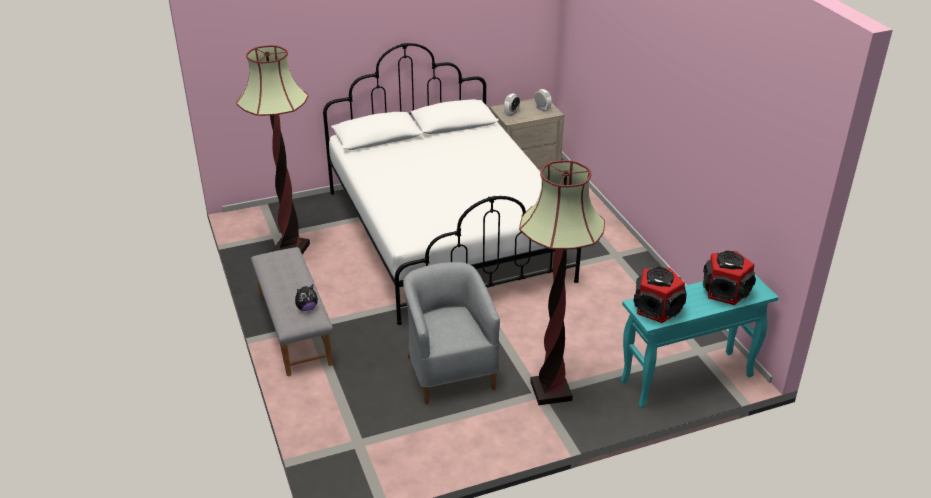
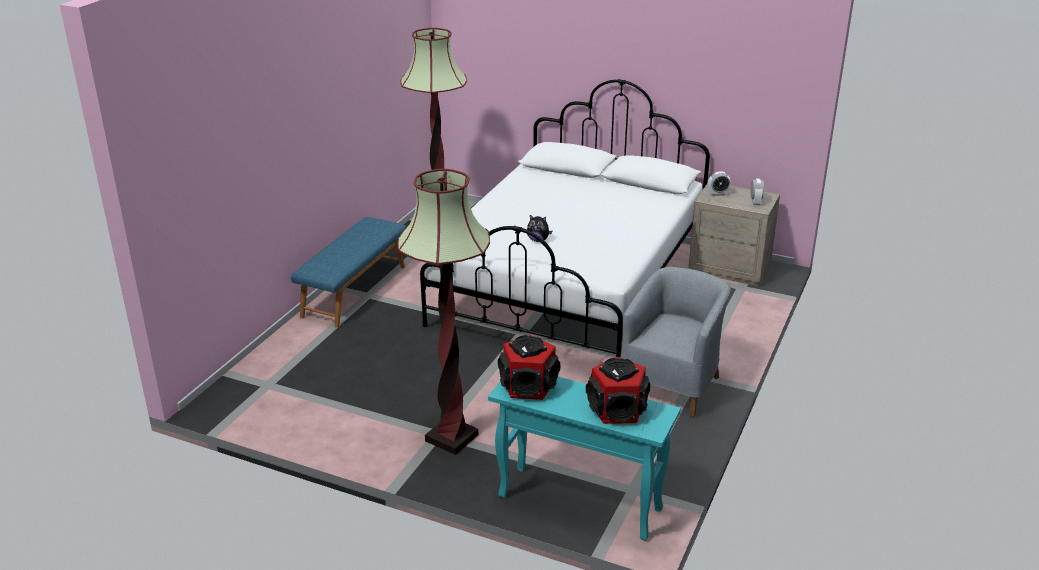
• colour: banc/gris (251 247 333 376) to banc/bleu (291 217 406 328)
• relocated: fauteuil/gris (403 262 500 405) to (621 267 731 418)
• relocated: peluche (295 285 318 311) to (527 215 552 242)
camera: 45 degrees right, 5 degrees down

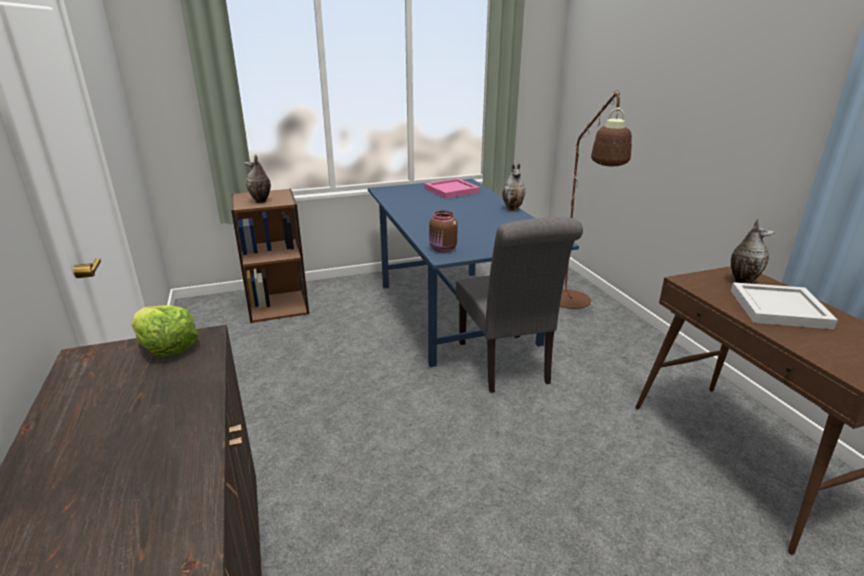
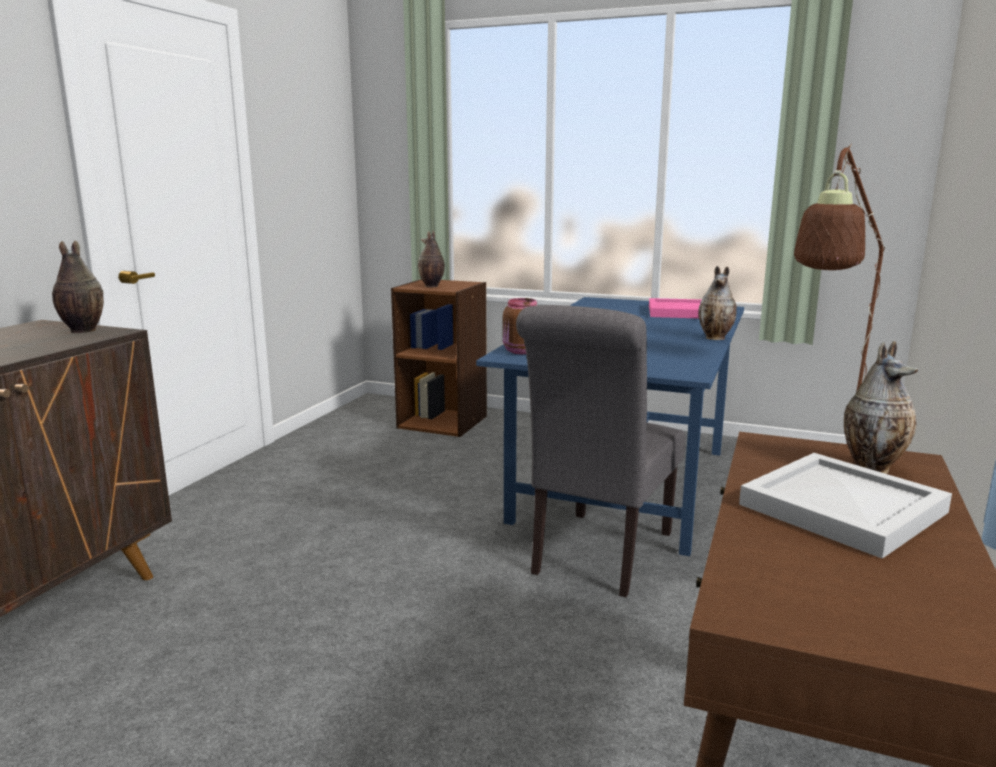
• exchanged: laitue (132 305 199 357) to vase (52 240 104 333)
camera: 40 degrees right, 10 degrees down

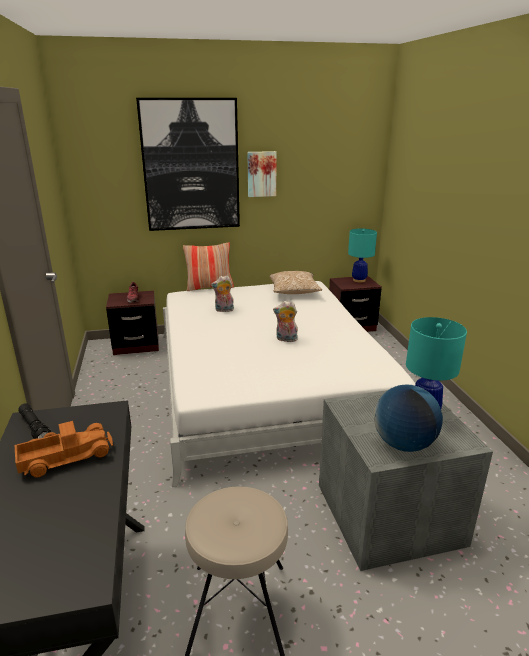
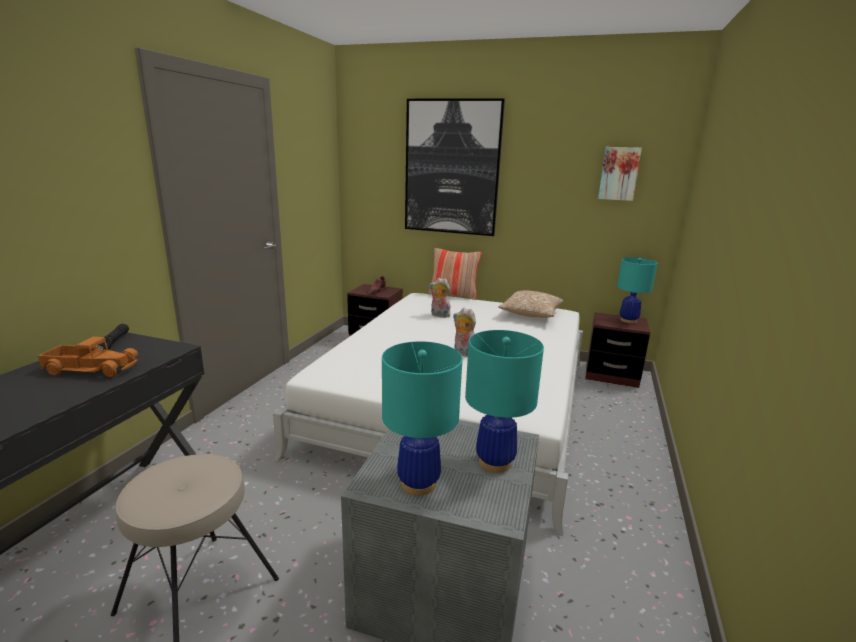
• relocated: tableau (247 151 277 197) to (598 147 642 201)
• exchanged: globe (374 385 443 452) to lampe de table/turquoise (382 341 462 496)
camera: 30 degrees right, 5 degrees down

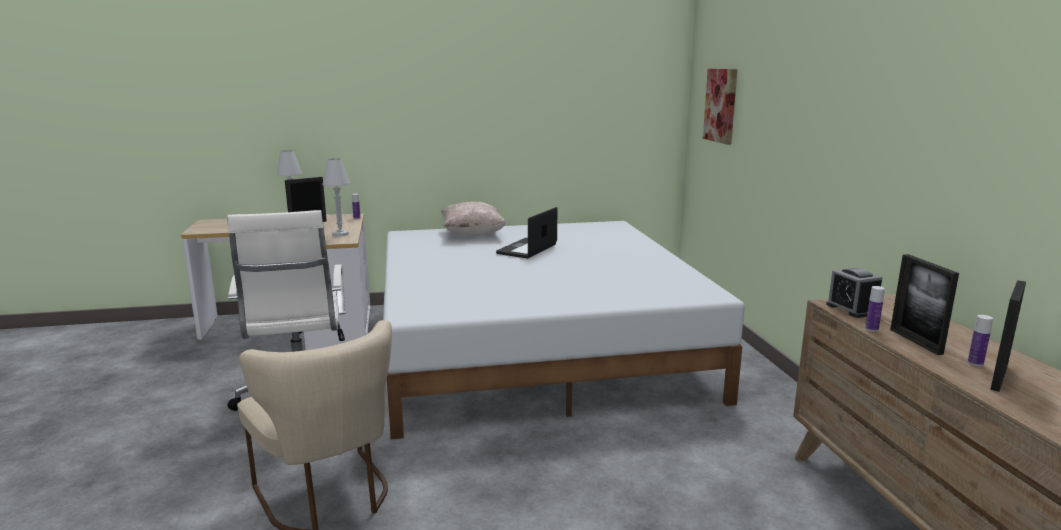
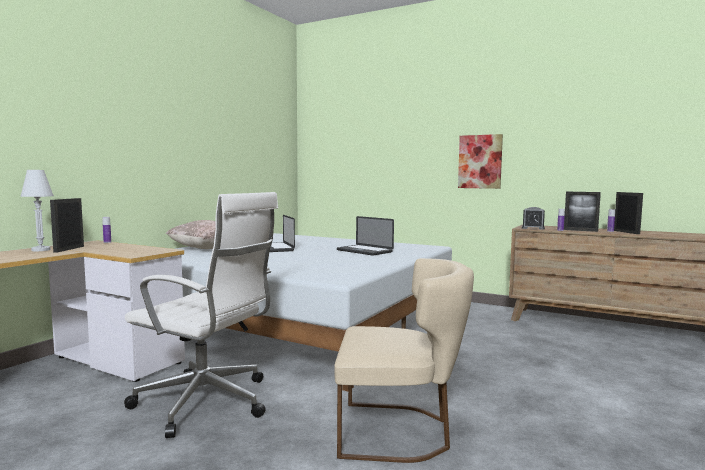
• relocated: tableau (703 69 738 145) to (458 134 503 189)
• missing: lampe de table/blanc (322 158 350 237)
• appeared: ordinateur portable (337 216 394 256)
camera: 50 degrees left, 10 degrees down

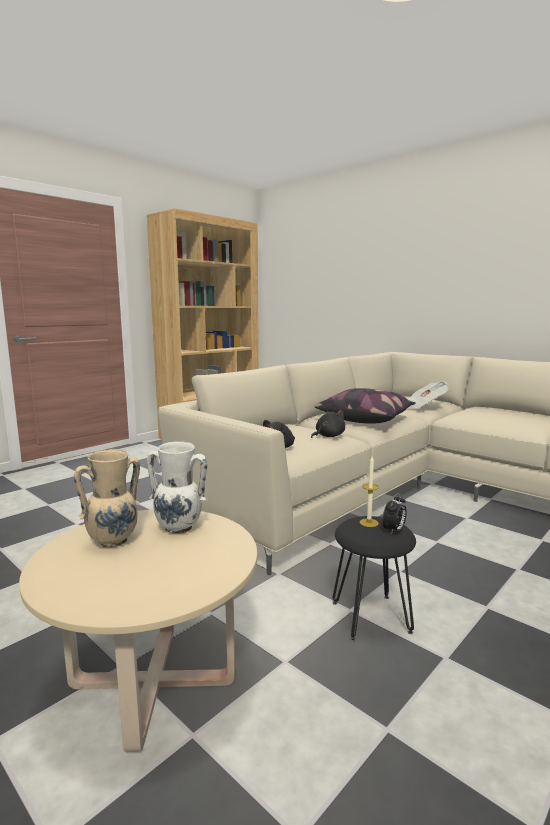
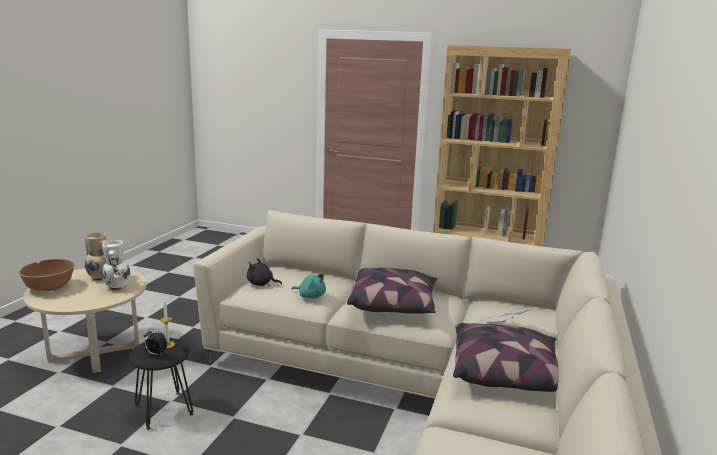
• colour: peluche/noir (311 408 345 438) to peluche/turquoise (291 273 326 299)
• appeared: bol/marron (19 259 74 291)
• appeared: coussin (453 323 559 392)
camera: 65 degrees right, 5 degrees up

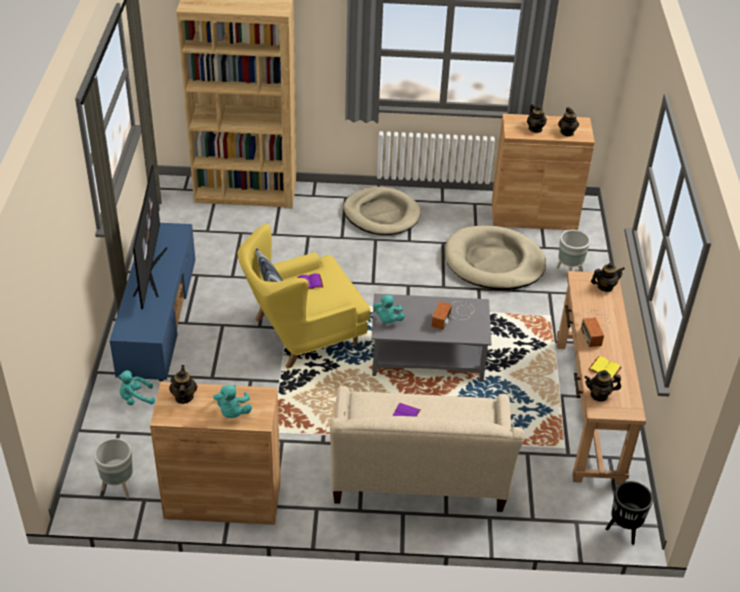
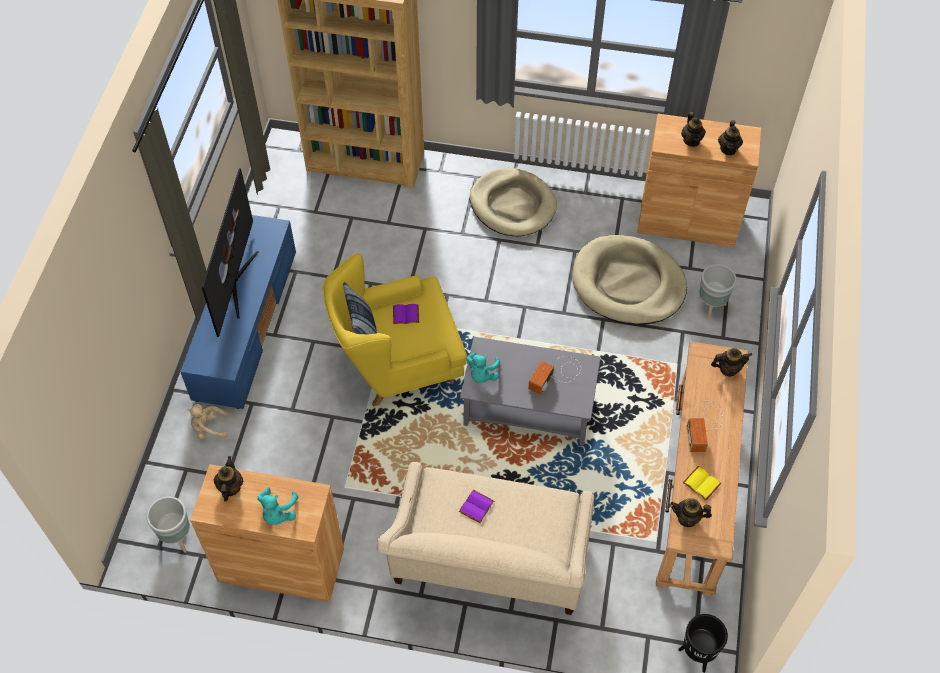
• colour: peluche/turquoise (117 370 155 405) to peluche/beige (188 404 228 439)
camera: 10 degrees right, 15 degrees up

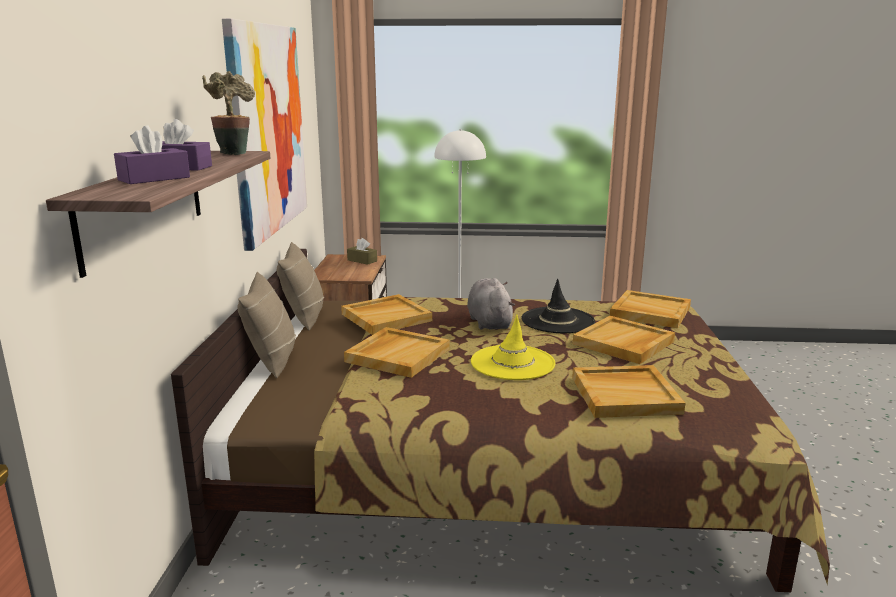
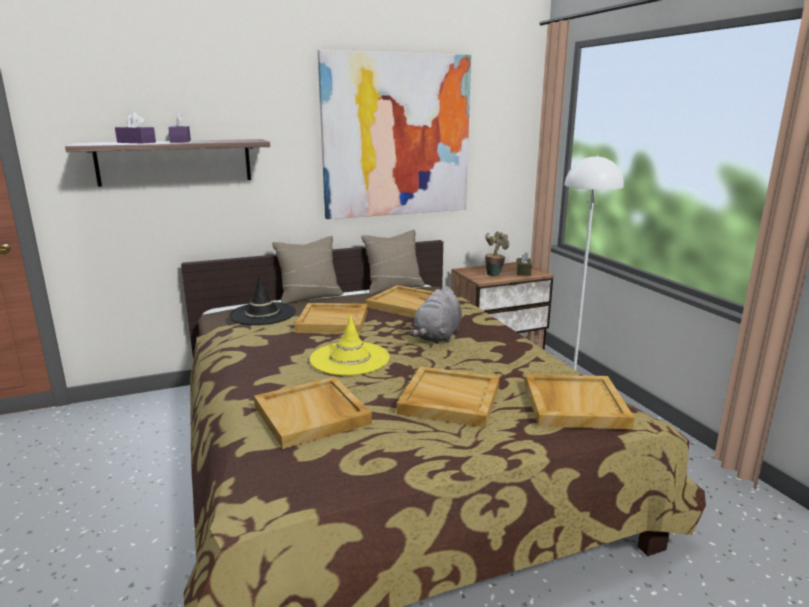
• relocated: plante en pot (202 71 255 155) to (485 231 510 276)
• spun: peluche/gris (467 278 515 330) = (408 286 462 343) 150 degrees clockwise
• relocated: chapeau/noir (522 279 595 333) to (229 276 296 325)
camera: 65 degrees right, 0 degrees up

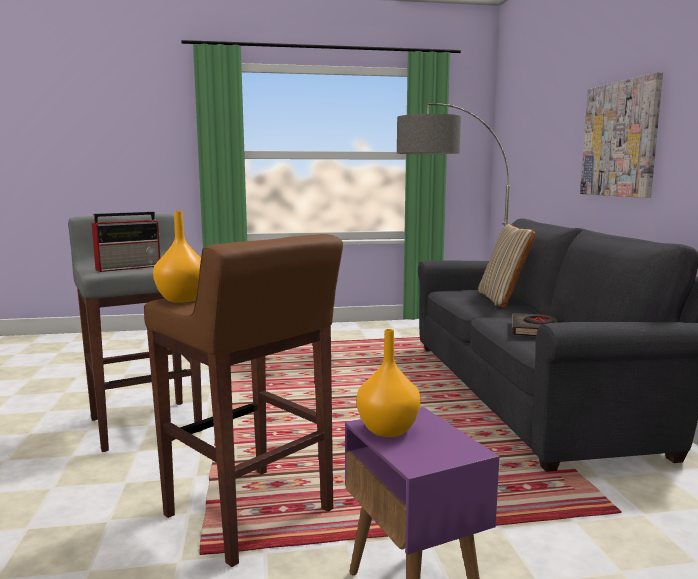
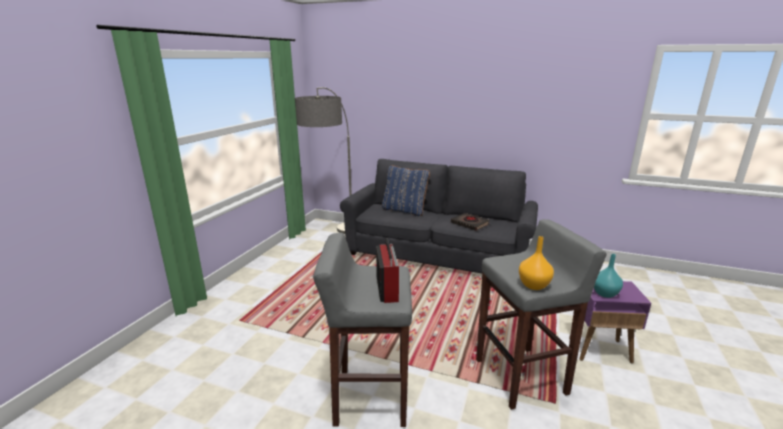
• missing: tableau (580 72 663 198)
• colour: coussin/beige (478 224 536 308) to coussin/bleu (382 165 430 216)
• colour: tabouret/marron (144 234 343 567) to tabouret/gris (476 219 606 410)
• colour: vase/orange (356 329 421 437) to vase/turquoise (594 254 623 298)
camera: 60 degrees left, 10 degrees up

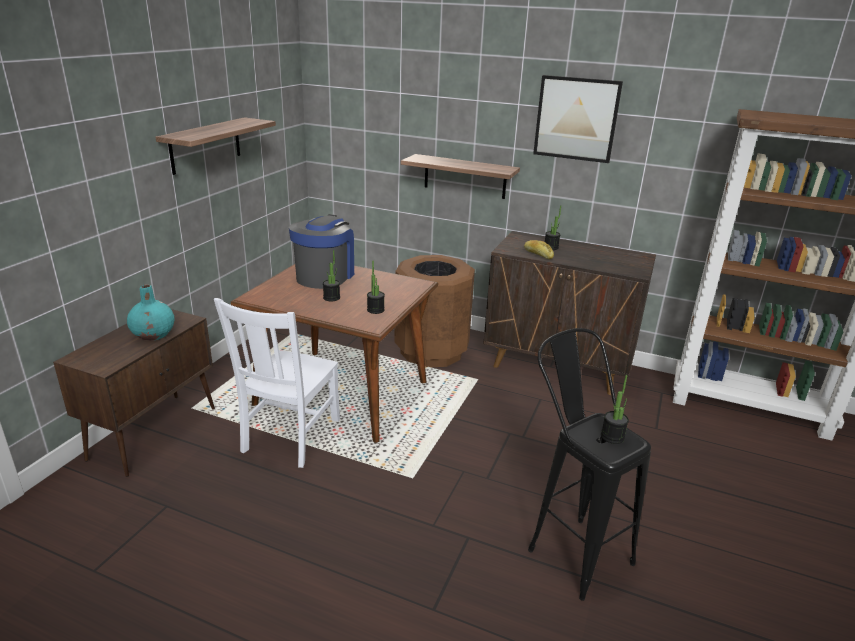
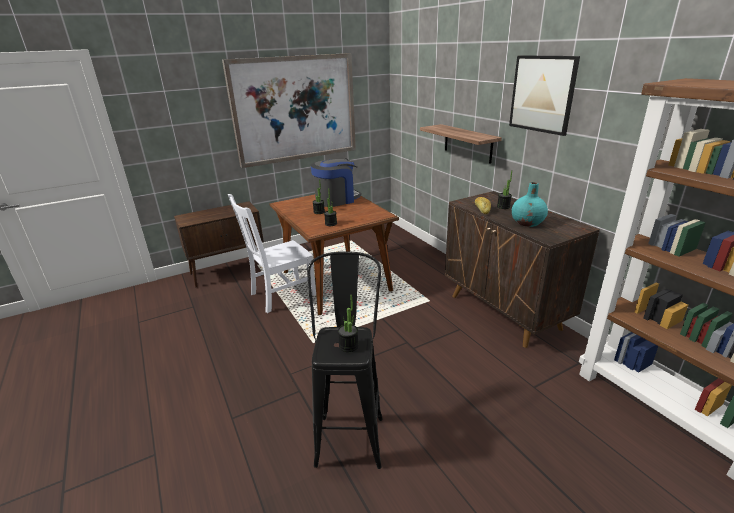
• exchanged: étagère (156 117 276 175) to tableau (222 53 356 168)
• missing: poubelle/marron (394 255 475 367)
• relocated: vase/turquoise (127 284 175 341) to (512 182 548 227)
camera: 40 degrees right, 0 degrees up

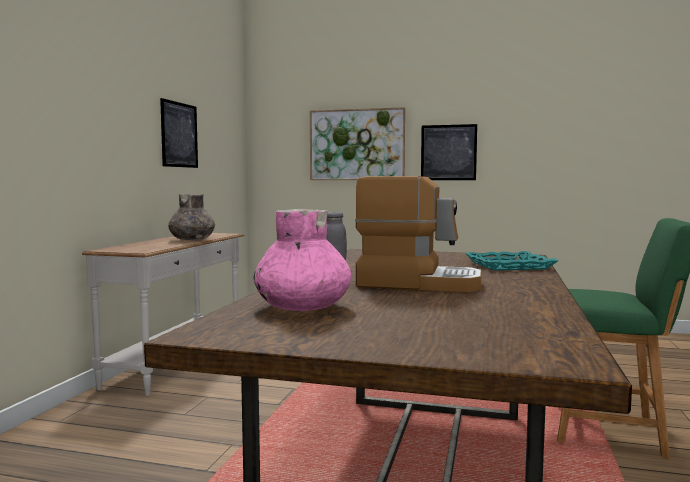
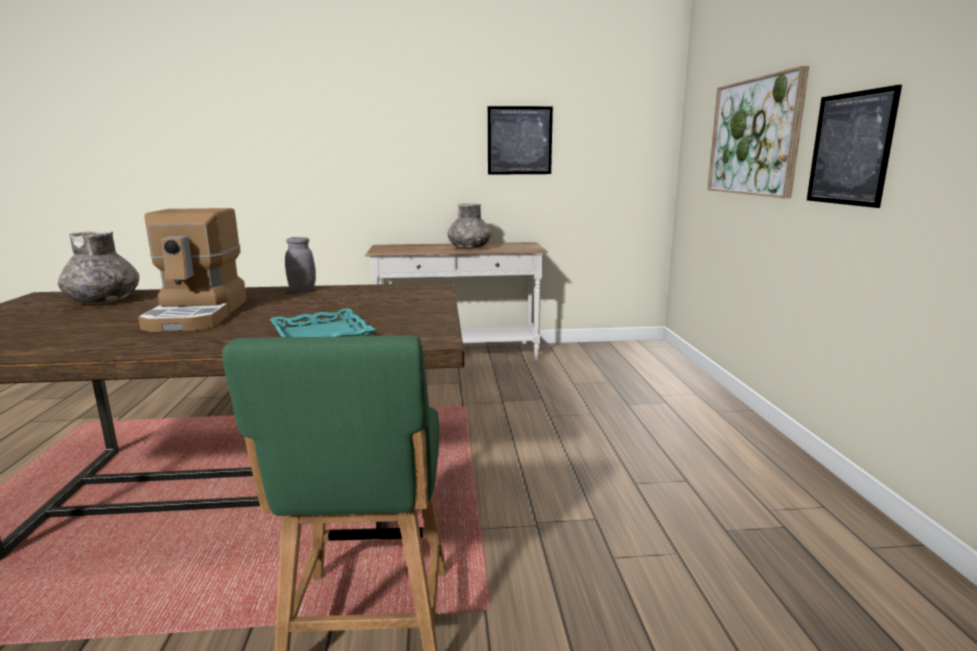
• colour: vase/rose (253 209 351 311) to vase/gris (58 231 139 304)
camera: 70 degrees right, 10 degrees up

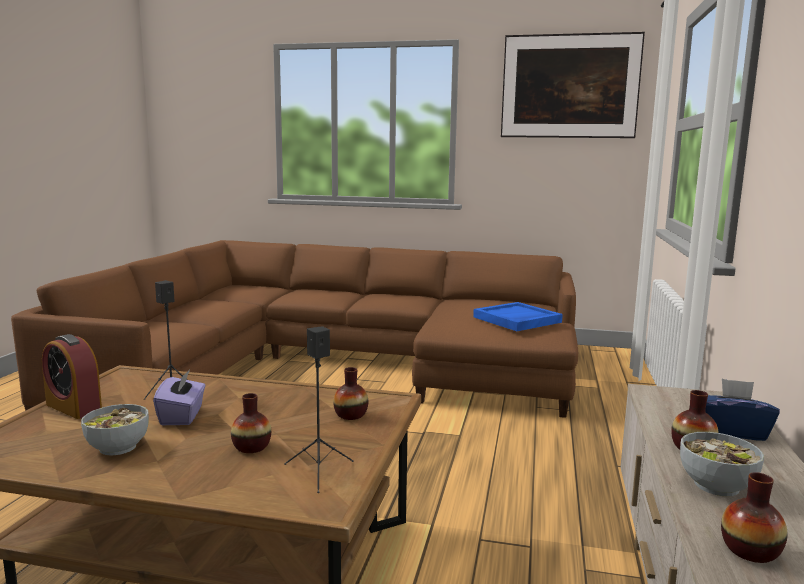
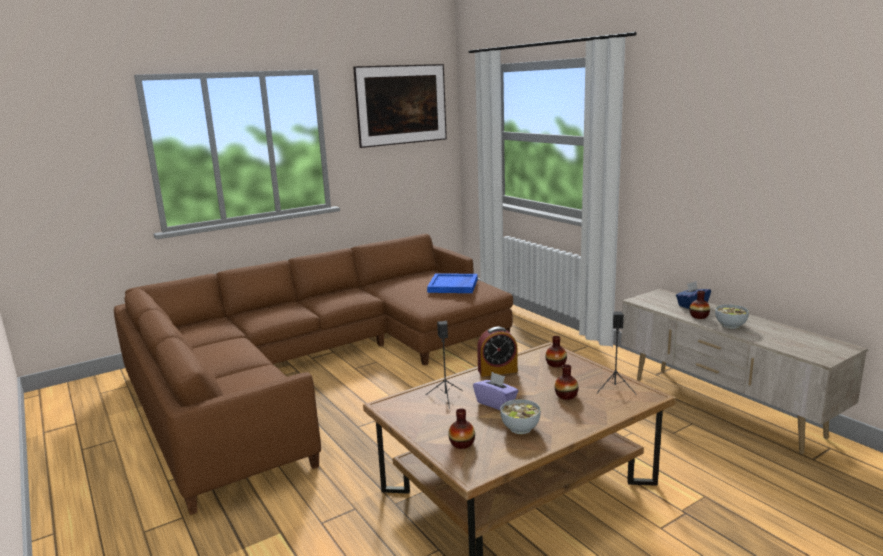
• relocated: réveil (42 334 102 419) to (477 327 518 377)
• relocated: vase (721 472 788 563) to (448 408 475 449)
camera: 45 degrees left, 5 degrees up

